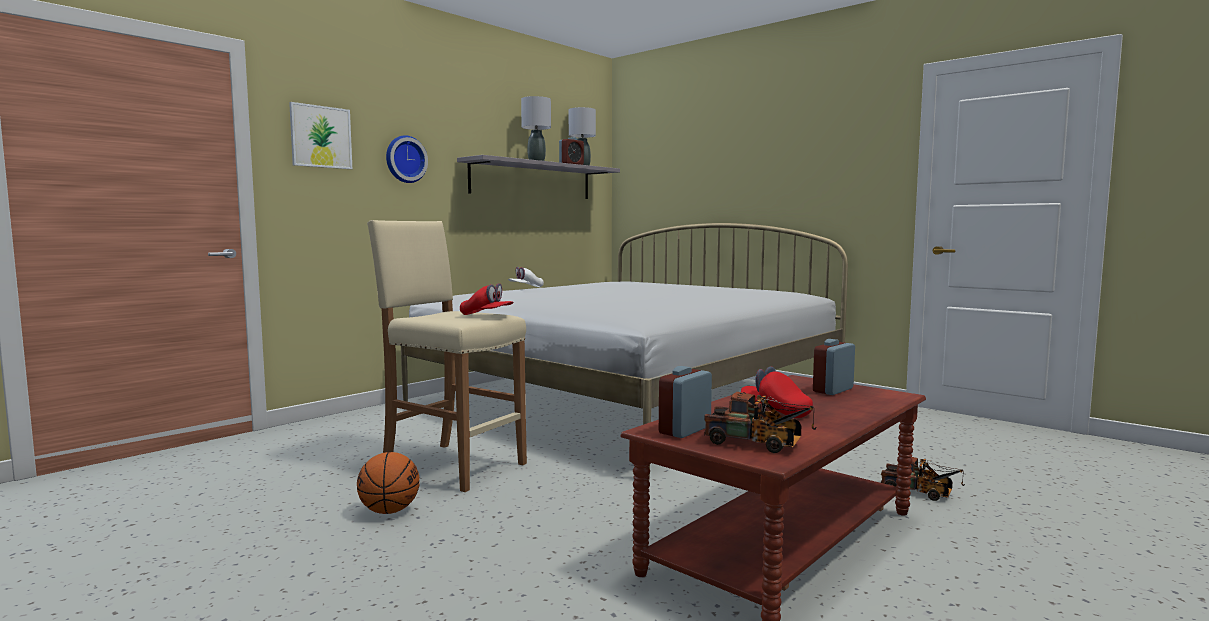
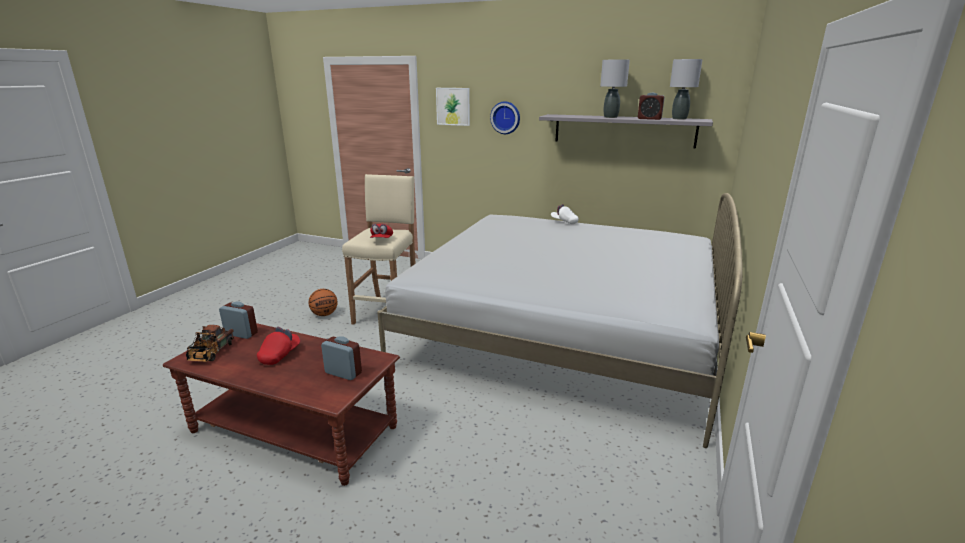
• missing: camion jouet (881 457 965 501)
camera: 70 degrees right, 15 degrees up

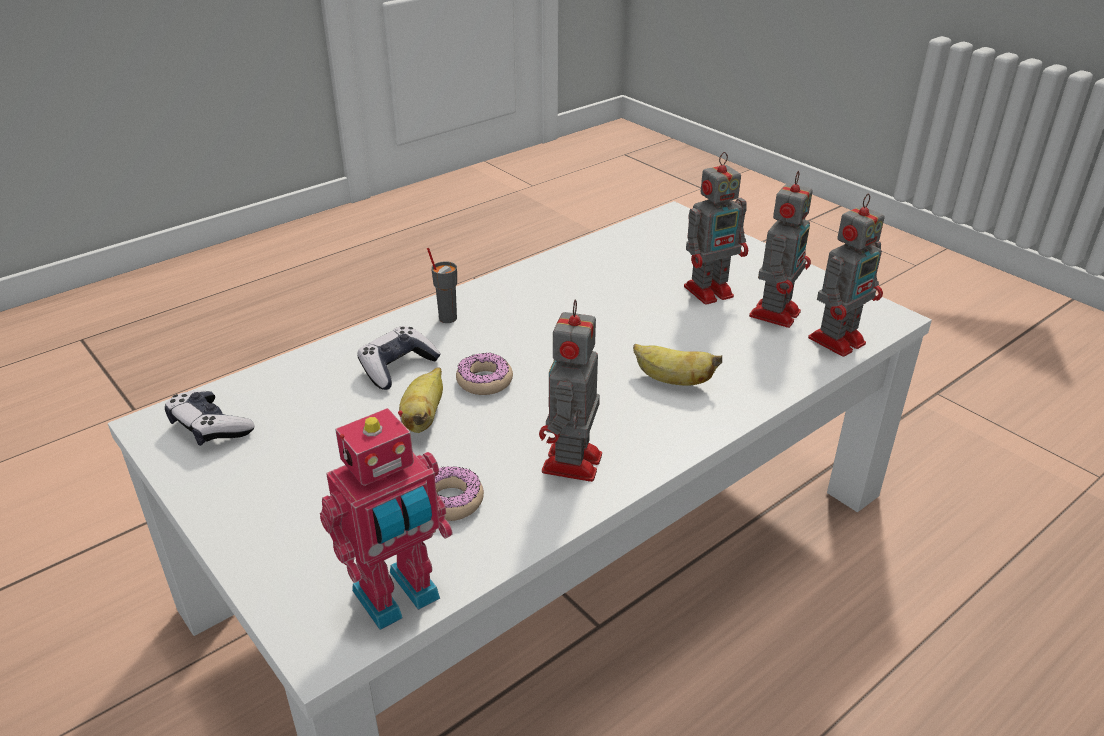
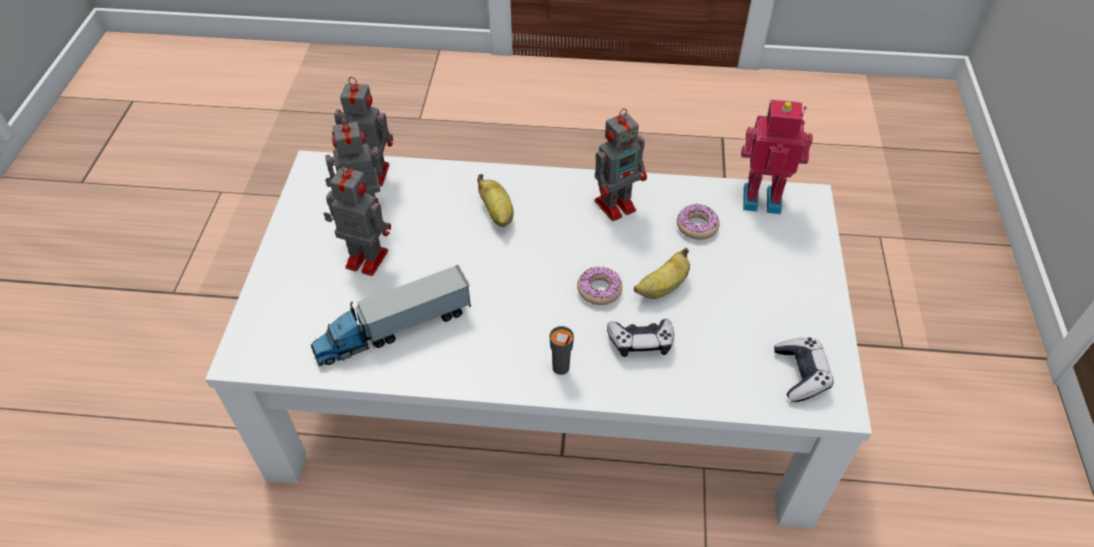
• appeared: camion jouet (311 265 471 366)
camera: 135 degrees left, 15 degrees up

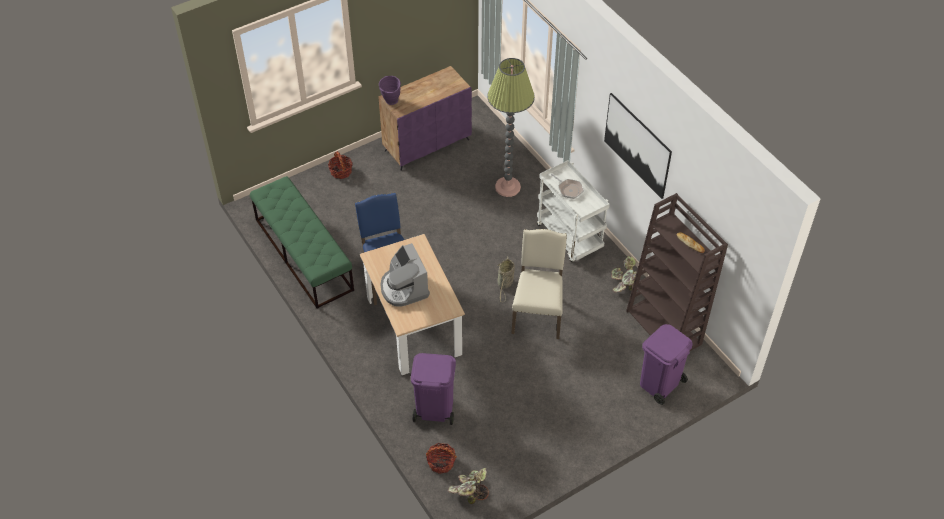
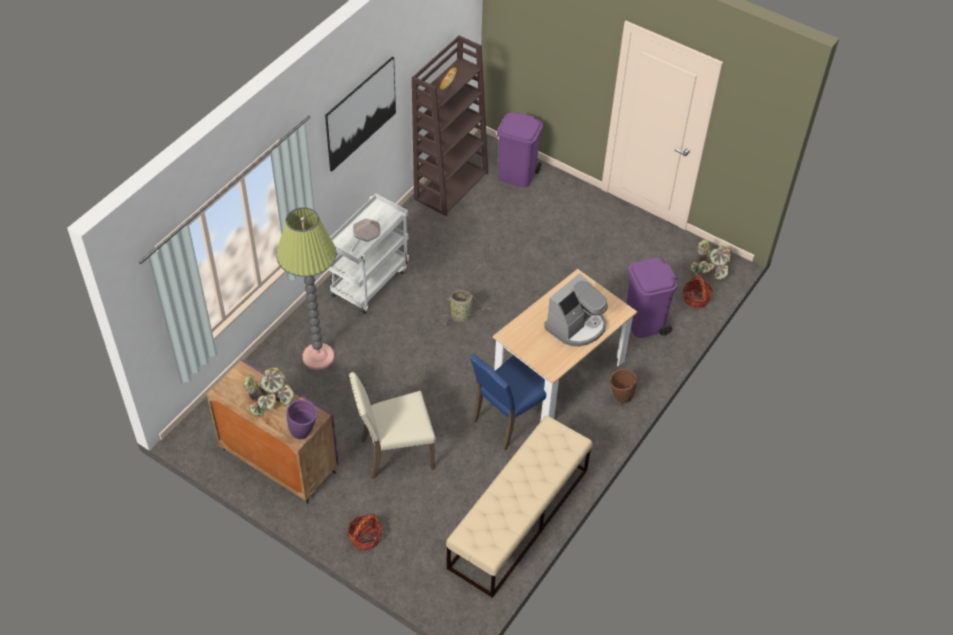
• colour: banc/vert (250 176 354 309) to banc/beige (446 416 593 598)
• relocated: chaise/beige (512 229 567 339) to (349 372 436 479)
• relocated: plante en pot (611 256 637 293) to (243 367 294 416)
• appeared: vase/marron (610 369 637 404)
camera: 115 degrees left, 0 degrees up

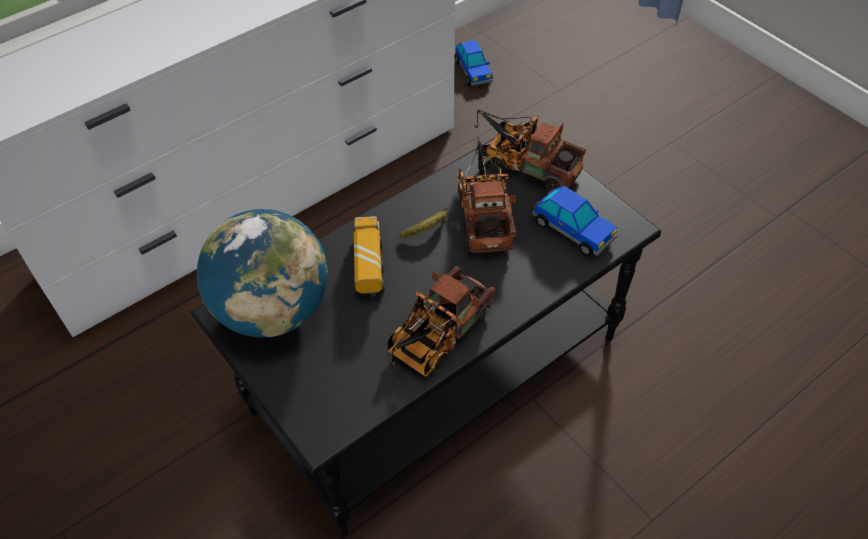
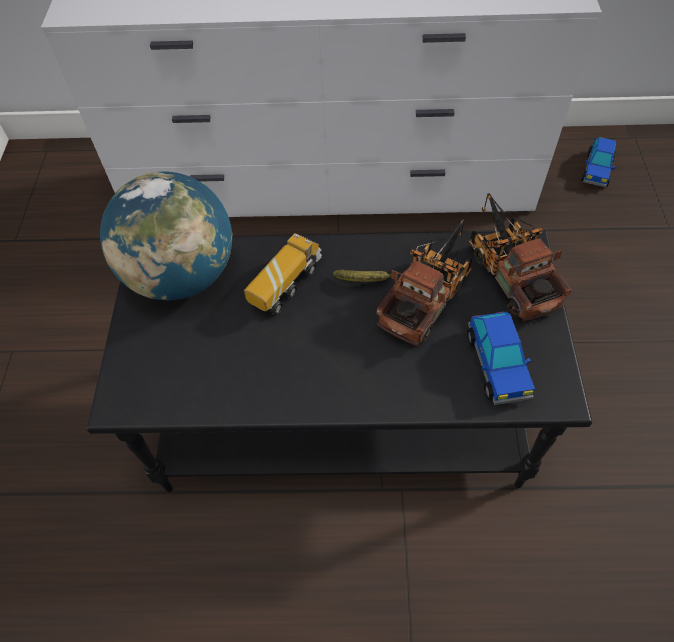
• missing: camion jouet (388 266 496 376)
camera: 40 degrees right, 5 degrees up

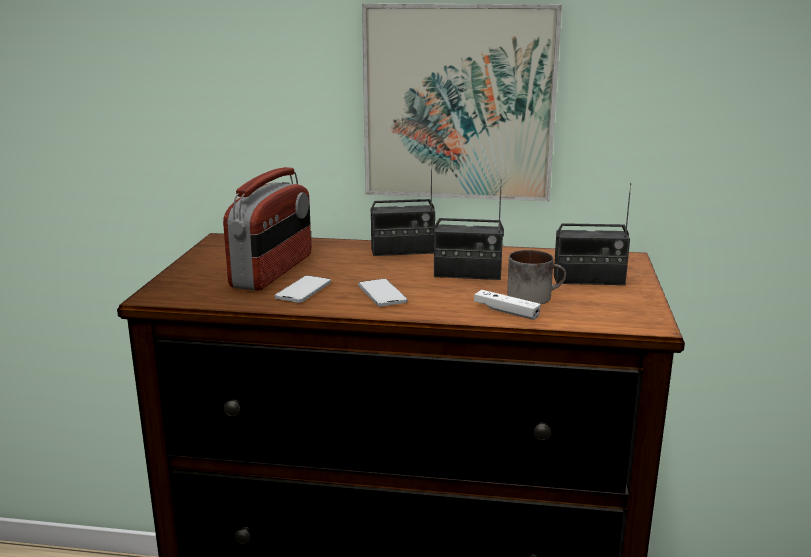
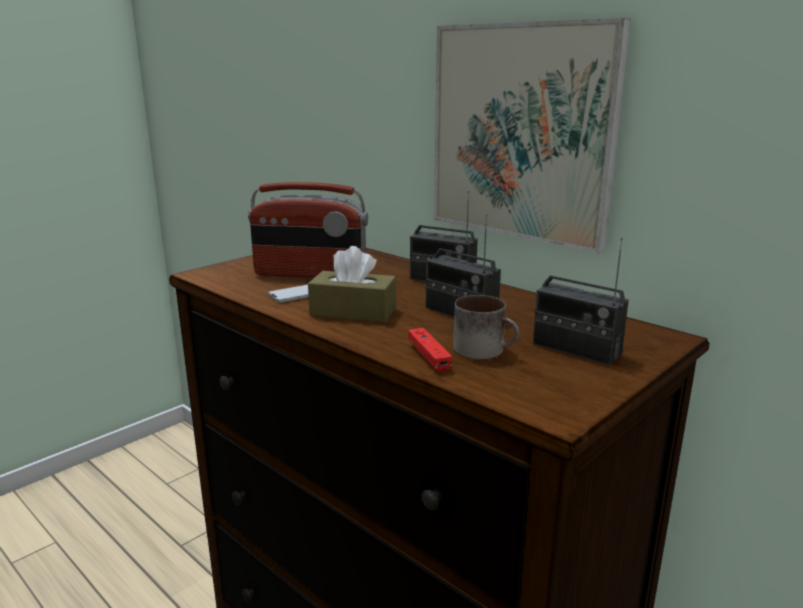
• spun: radio (223 167 311 291) = (248 182 368 278) 45 degrees clockwise
• exchanged: téléphone (358 279 407 307) to boîte à mouchoirs/marron (308 246 396 323)
• colour: manette/blanc (474 290 541 320) to manette/rouge (408 328 452 372)
camera: 35 degrees right, 0 degrees up

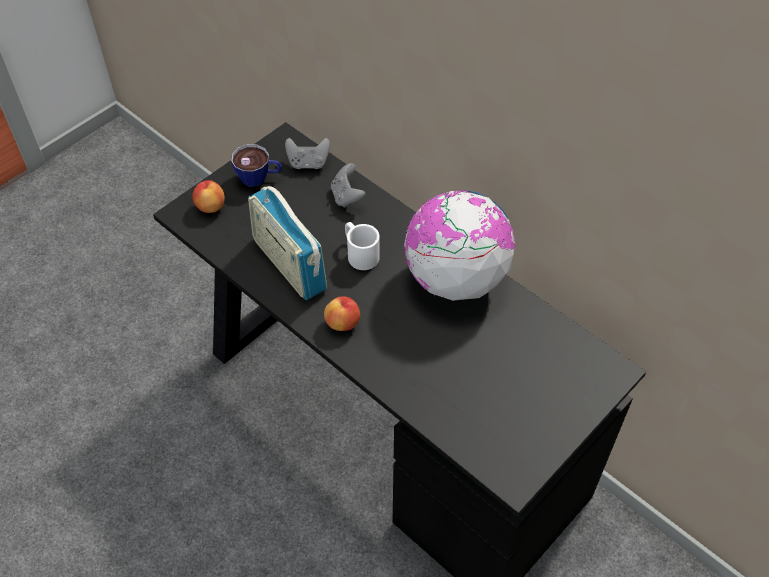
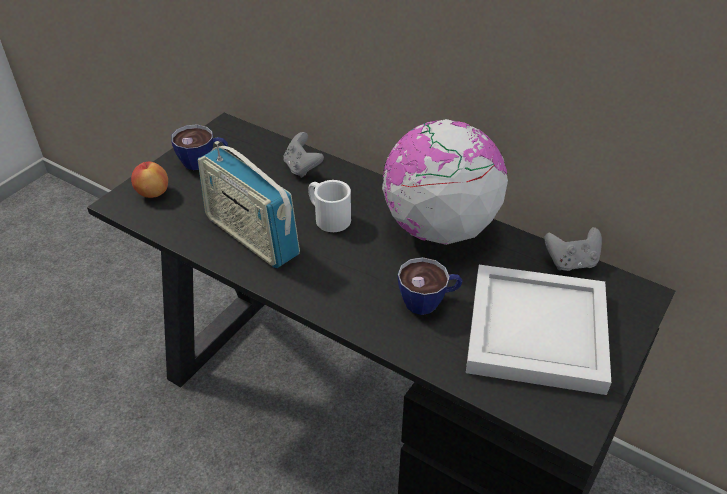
• relocated: manette/gris (285 138 330 169) to (544 227 602 271)
• missing: pomme (324 296 360 331)
• appeared: tasse (398 257 463 315)
• appeared: plateau/blanc (466 265 611 395)
camera: 10 degrees left, 10 degrees down

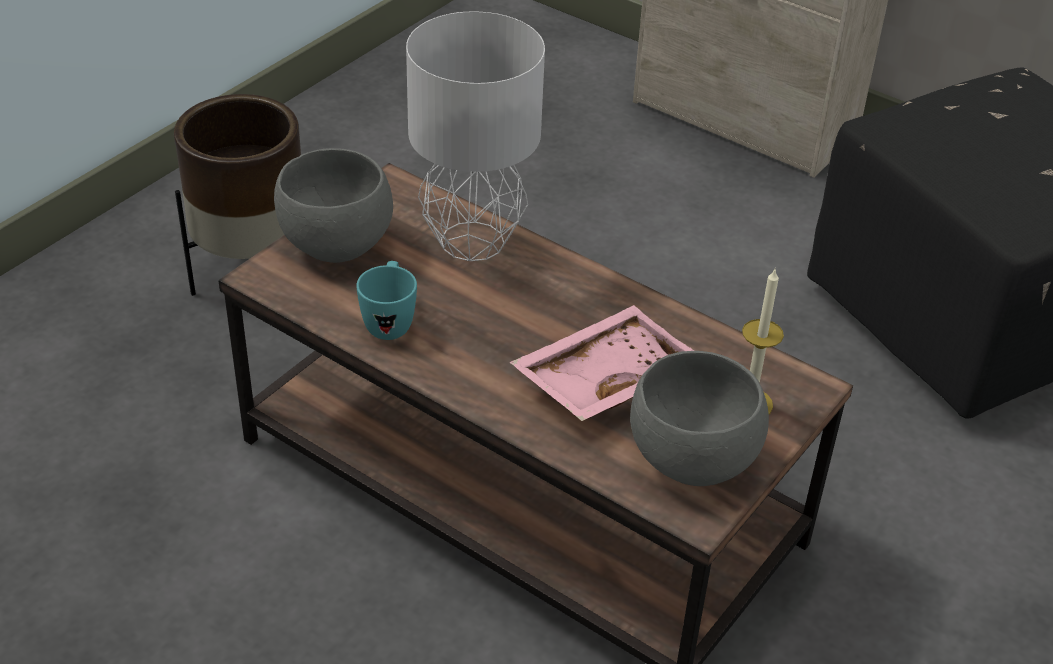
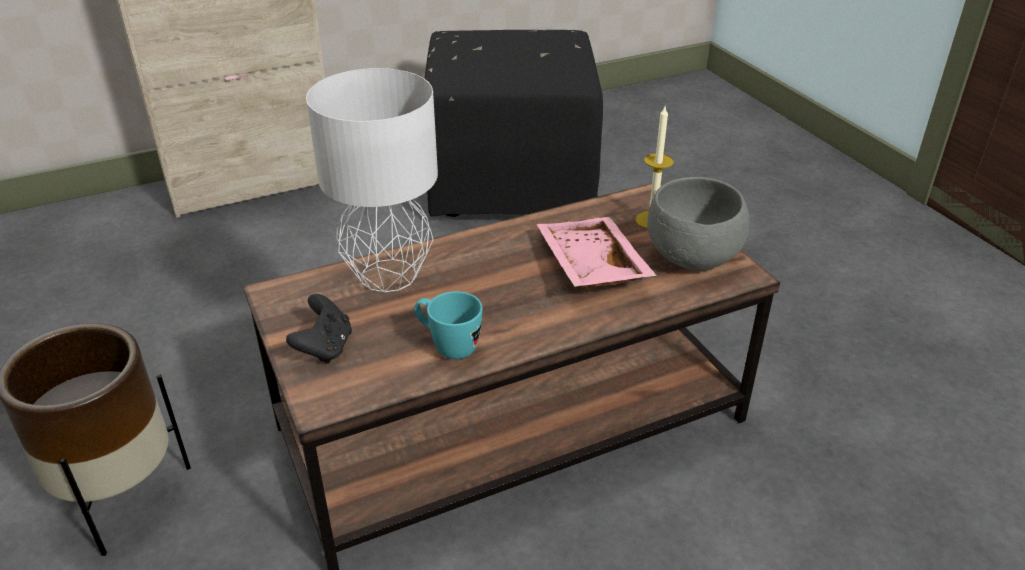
• exchanged: bol/gris (274 148 393 263) to manette/noir (286 294 352 364)
camera: 60 degrees left, 5 degrees down

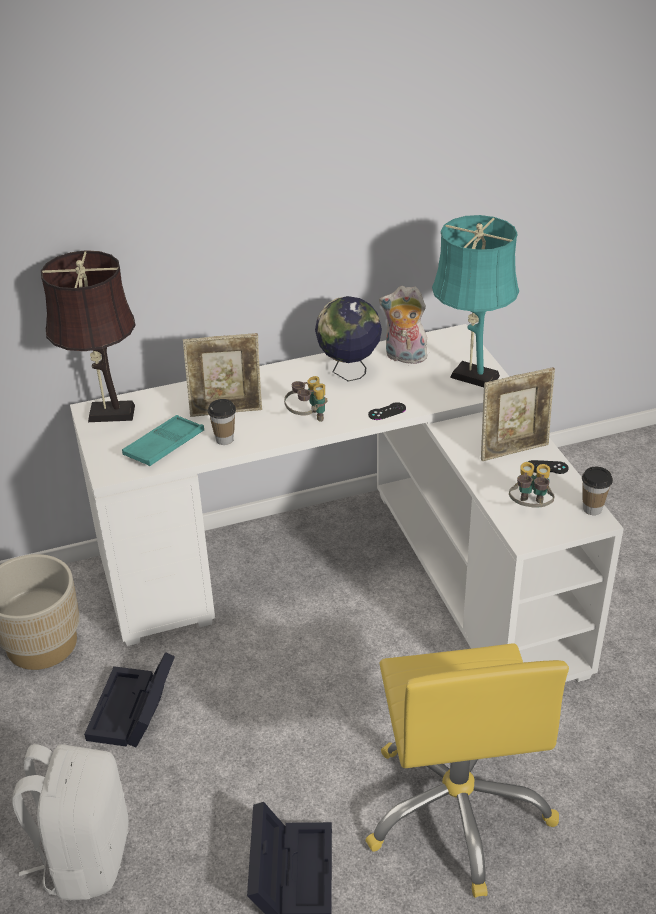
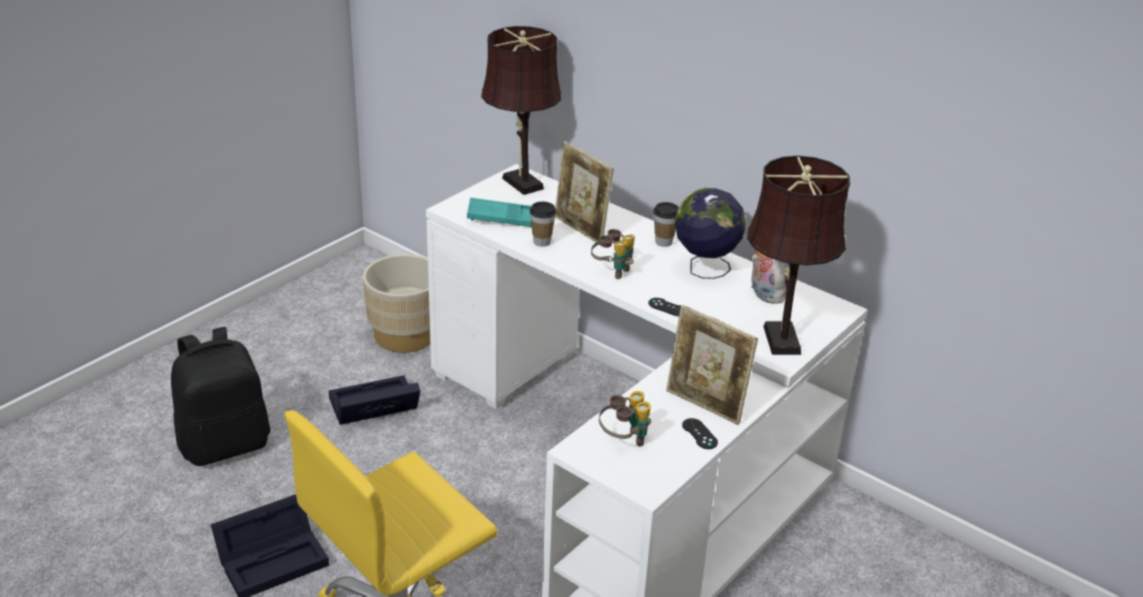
• colour: lampe de table/turquoise (432 215 519 387) to lampe de table/marron (747 156 850 355)
• relocated: tasse (582 467 613 515) to (653 202 679 247)
• colour: sac à dos/blanc (12 744 128 900) to sac à dos/noir (171 327 270 466)
camera: 55 degrees right, 5 degrees down

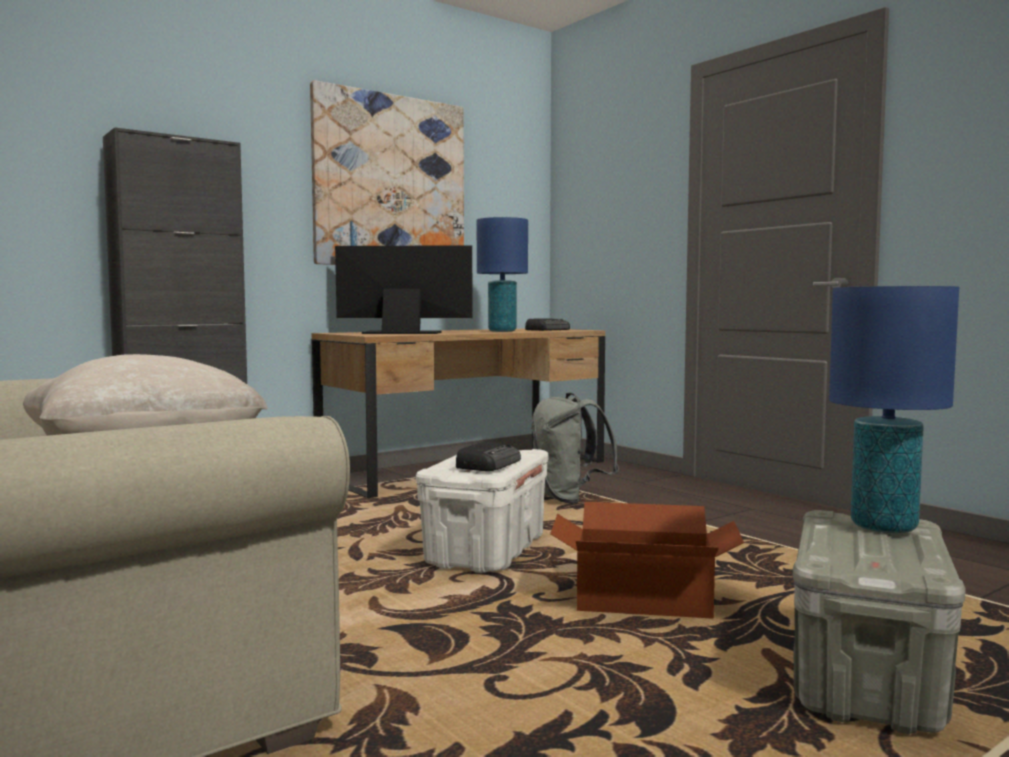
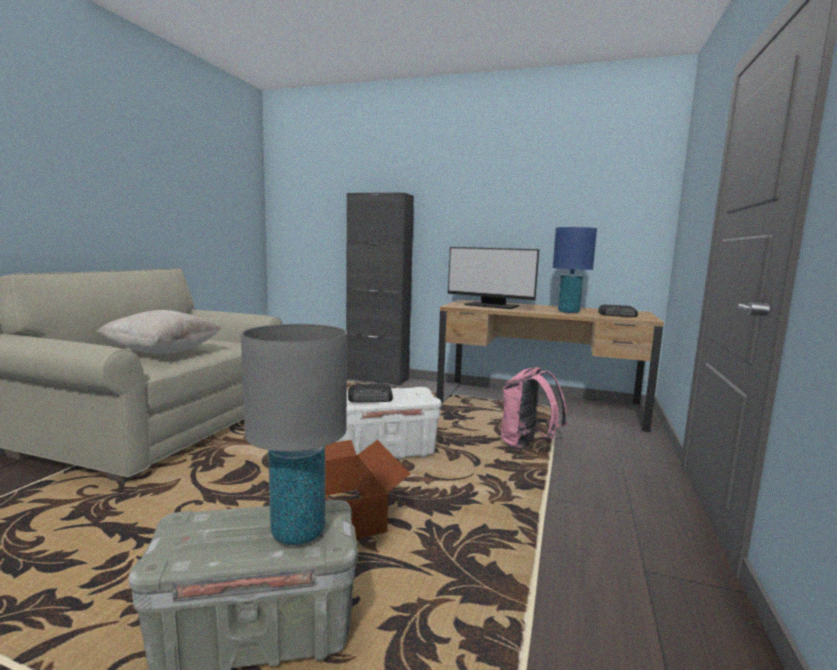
• missing: tableau (310 80 464 265)
• spun: écran d'ordinateur (335 245 473 334) = (448 247 539 309) 150 degrees clockwise
• colour: lampe de table/bleu (829 286 959 533) to lampe de table/gris (241 324 347 545)
• colour: sac à dos/gris (531 393 619 504) to sac à dos/rose (501 367 567 449)
camera: 55 degrees right, 5 degrees up

